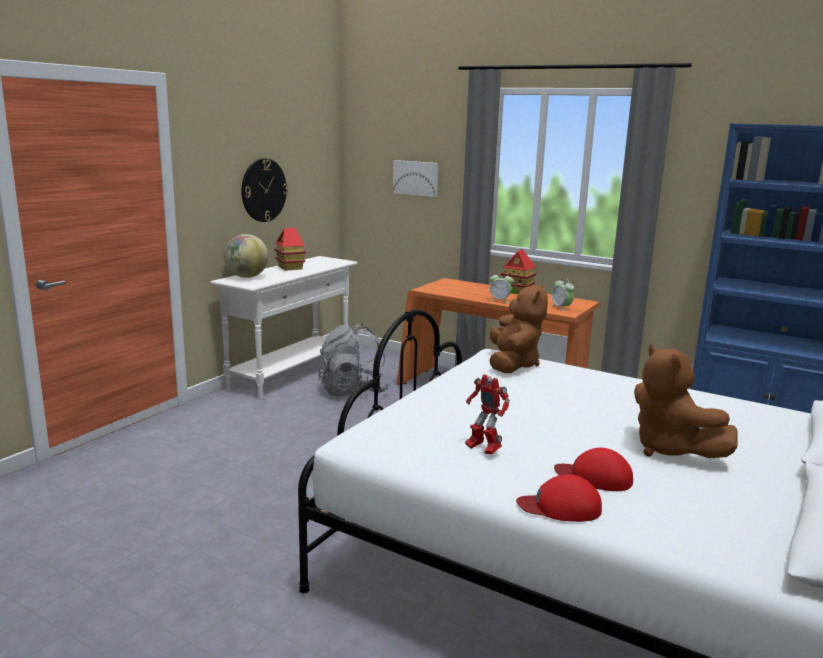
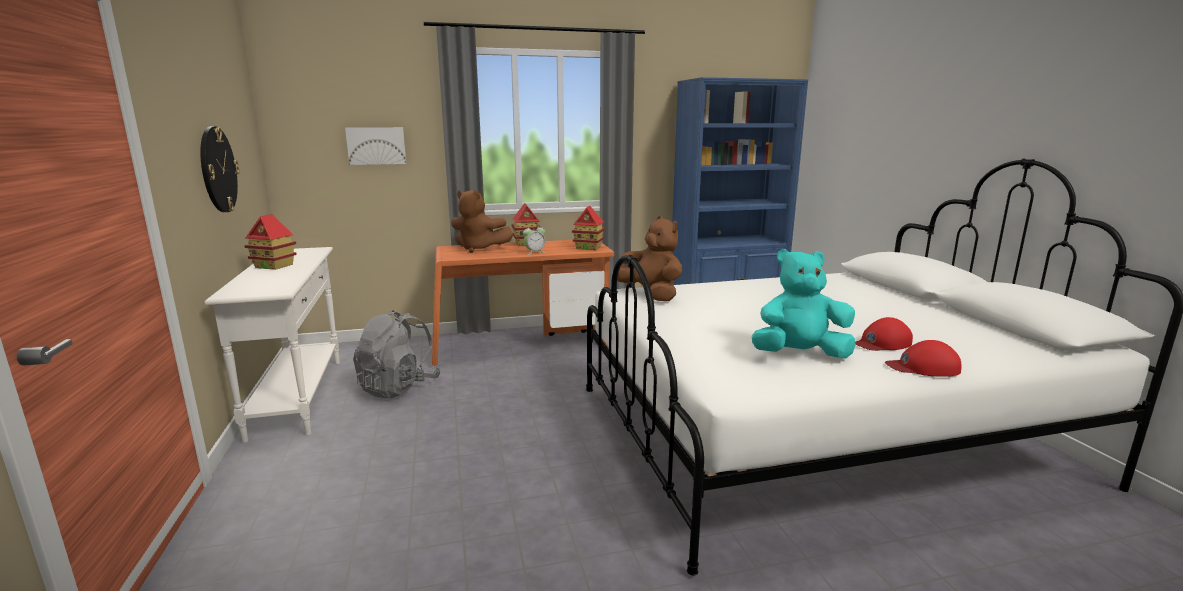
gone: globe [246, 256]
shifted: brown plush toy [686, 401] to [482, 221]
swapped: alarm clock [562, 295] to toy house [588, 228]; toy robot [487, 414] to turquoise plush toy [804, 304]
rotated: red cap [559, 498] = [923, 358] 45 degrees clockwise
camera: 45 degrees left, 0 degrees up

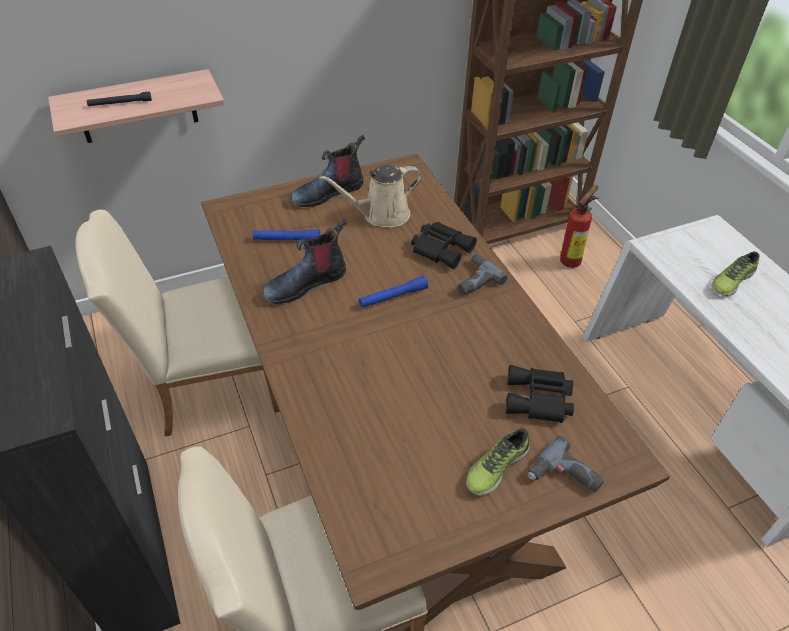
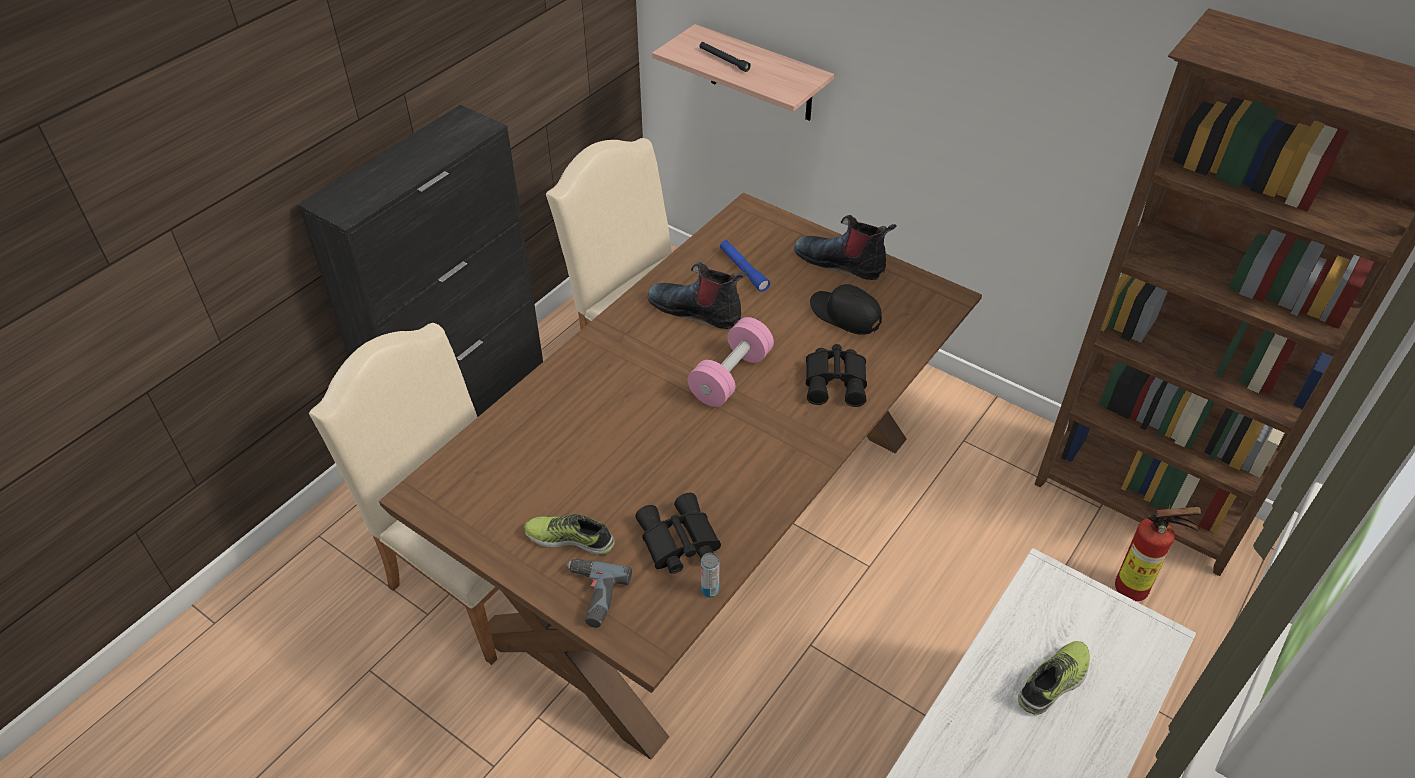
gone: power drill [483, 274]
new: can [710, 575]
swapped: beige watering can [370, 196] to black cap [846, 309]; blue flashlight [393, 292] to pink dumbbell [731, 362]
rotated: shoe [736, 274] = [1054, 677] 120 degrees clockwise
camera: 60 degrees right, 0 degrees up

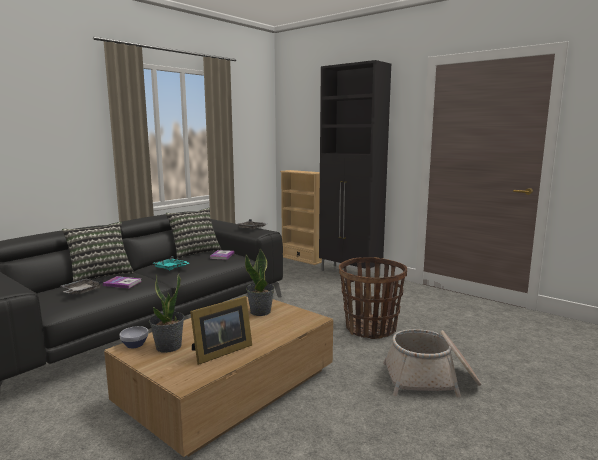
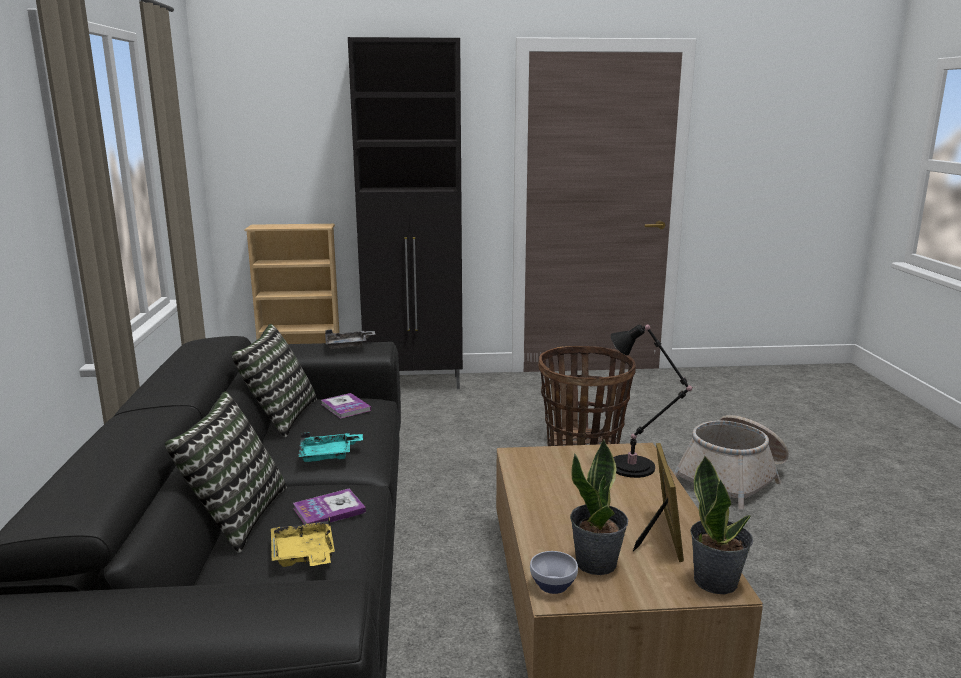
new: black table lamp [652, 401]
shifted: potted plant [260, 282] to [722, 525]
repainted: grey tray [82, 287] to yellow tray [303, 542]
camera: 45 degrees left, 5 degrees up

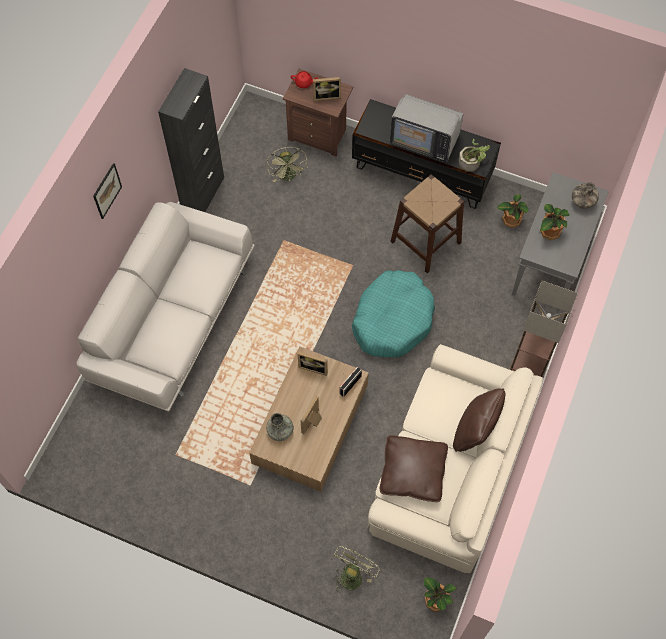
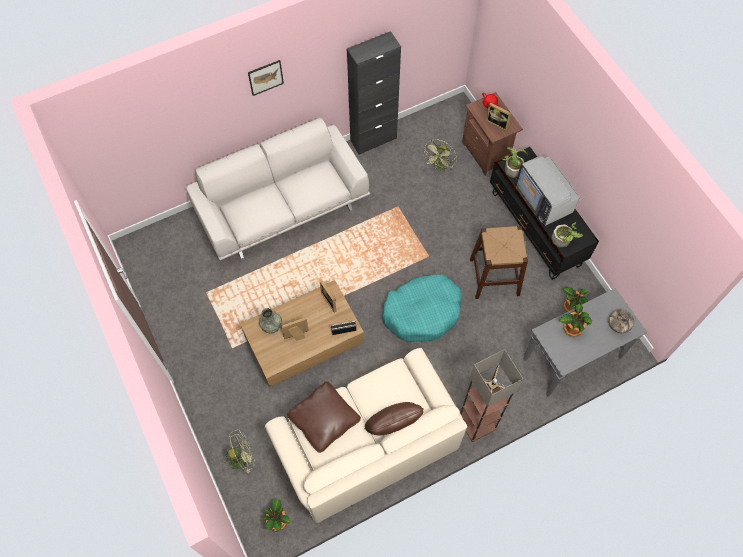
new: potted plant [515, 162]
camera: 40 degrees right, 0 degrees up

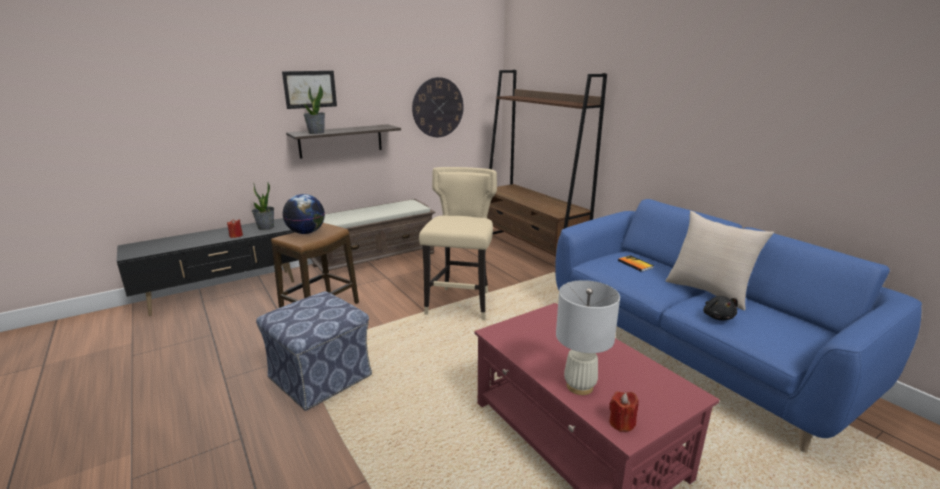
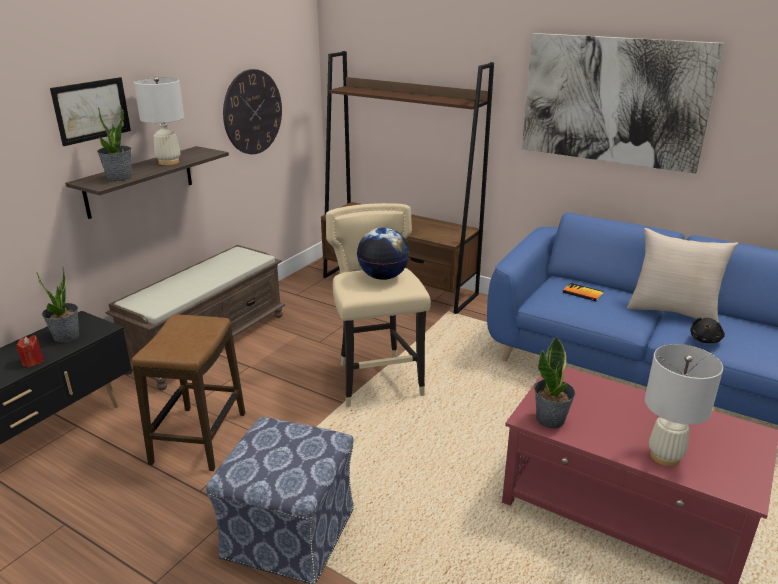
gone: red candle [624, 411]
new: picture [623, 103]; white table lamp [159, 121]; potted plant [554, 382]
shifted: globe [304, 214] to [383, 253]
rotated: black plush toy [720, 308] = [707, 330] 60 degrees clockwise
camera: 25 degrees left, 5 degrees up

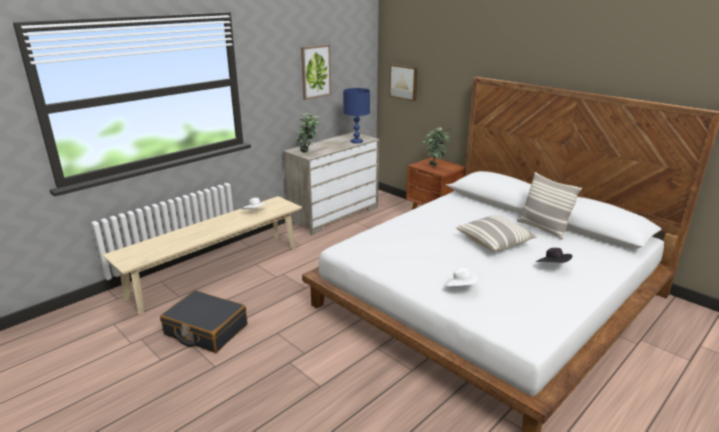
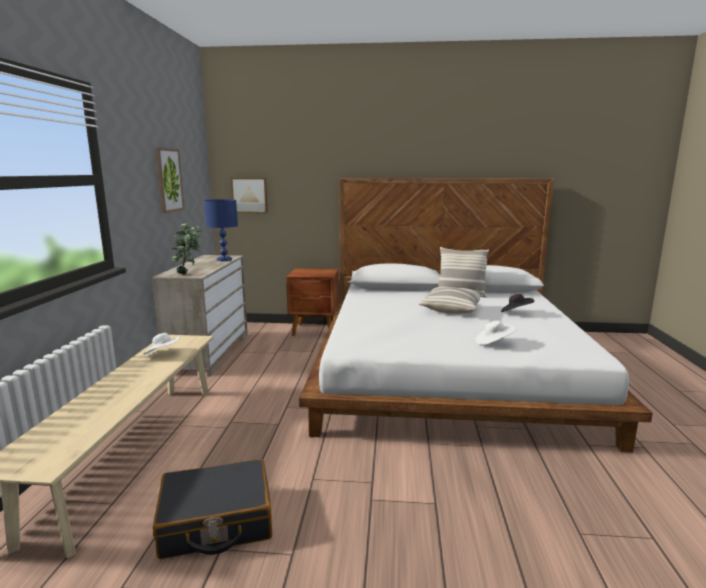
gone: potted plant [437, 146]
camera: 40 degrees left, 10 degrees down

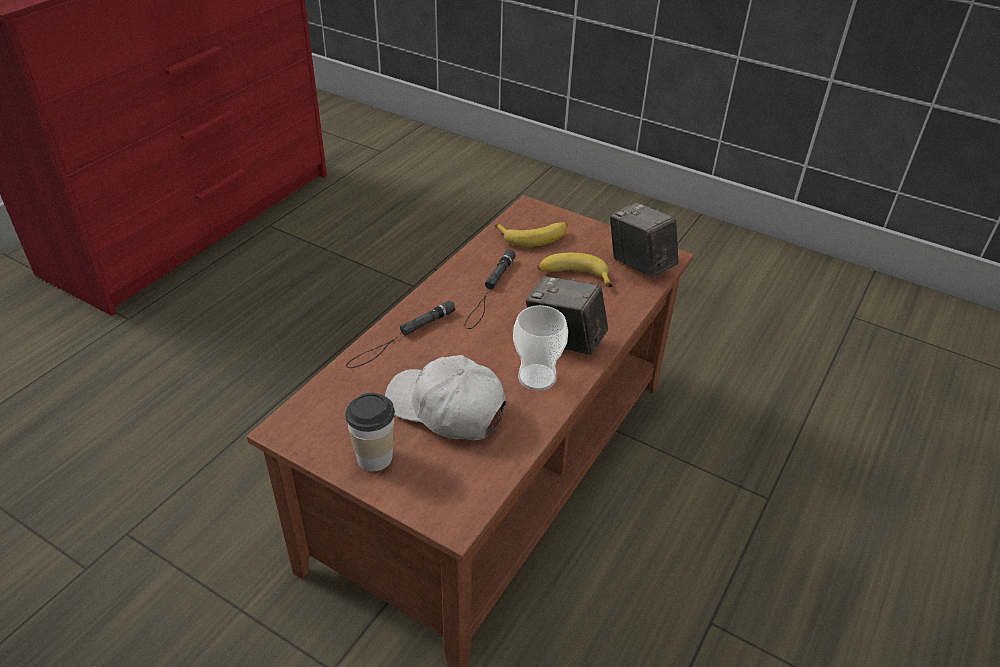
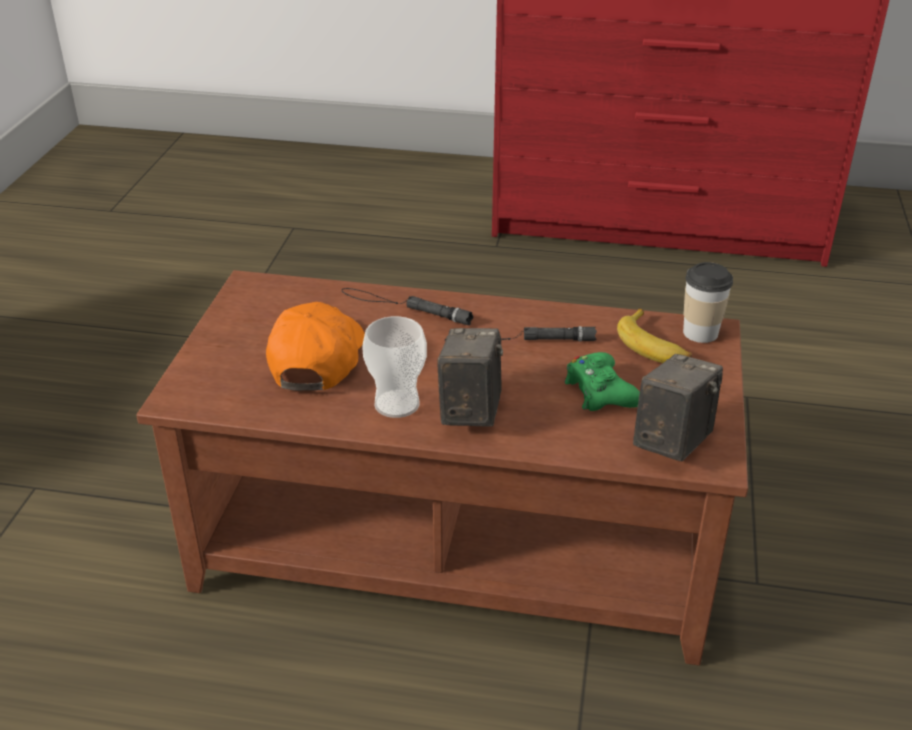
shifted: cup [370, 432] to [708, 302]
swapped: banana [575, 270] to green game controller [602, 381]
repainted: white cap [446, 398] to orange cap [315, 346]
camera: 70 degrees right, 5 degrees down

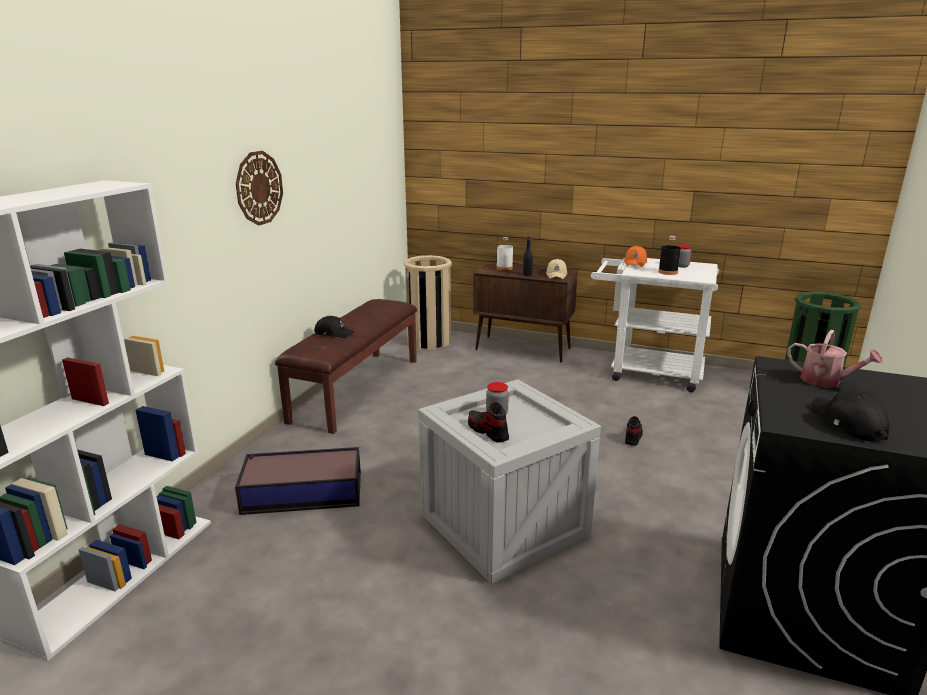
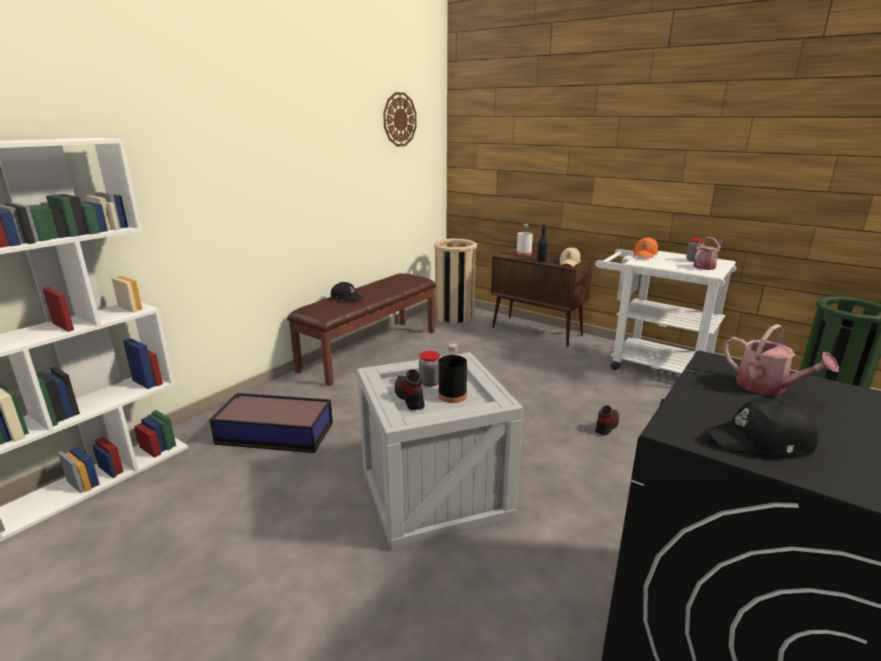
new: watering can [710, 253]
shifted: wall clock [259, 188] to [400, 119]; black bottle [669, 255] to [452, 373]
rotated: black cap [850, 415] = [762, 426] 90 degrees counterclockwise
camera: 15 degrees right, 0 degrees up

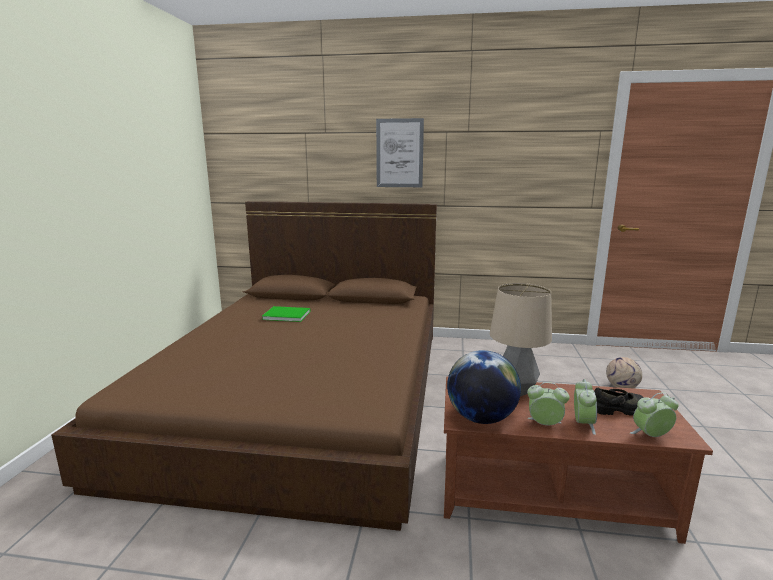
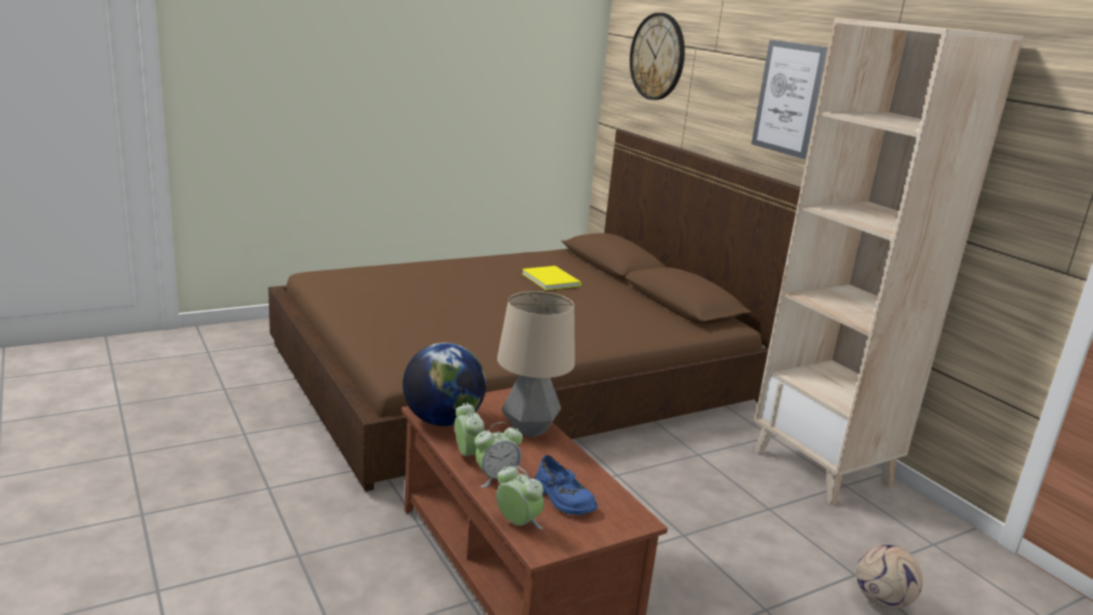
new: wall clock [657, 56]; beige bookcase [889, 261]
repainted: green book [286, 314] to yellow book [551, 278]; black shoe [619, 401] to blue shoe [566, 485]
camera: 50 degrees right, 5 degrees up

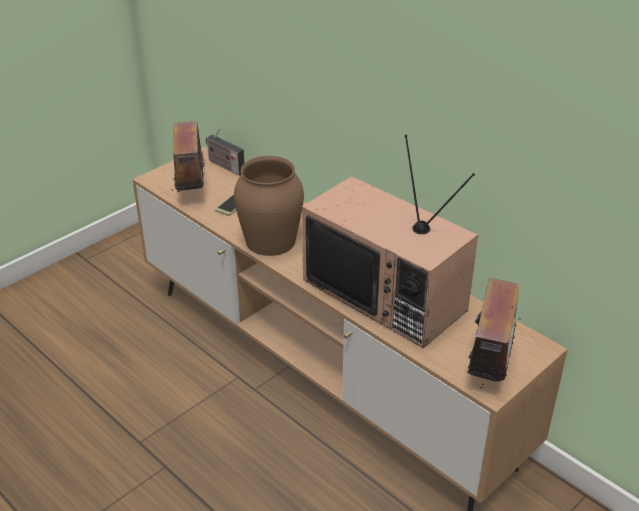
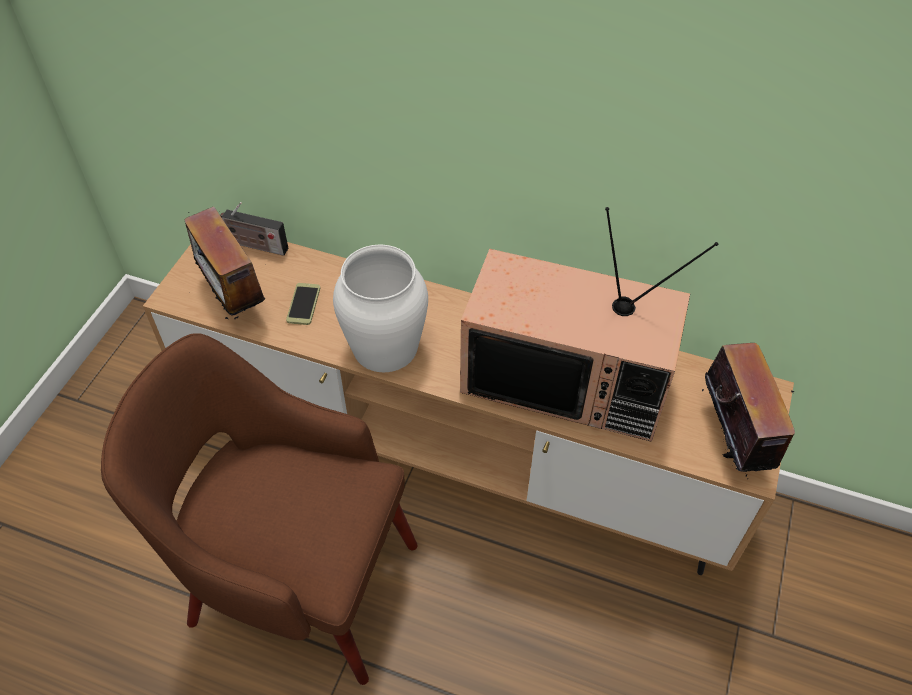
new: brown armchair [259, 509]
repainted: brown vase [269, 206] to white vase [380, 308]
camera: 25 degrees left, 15 degrees up

